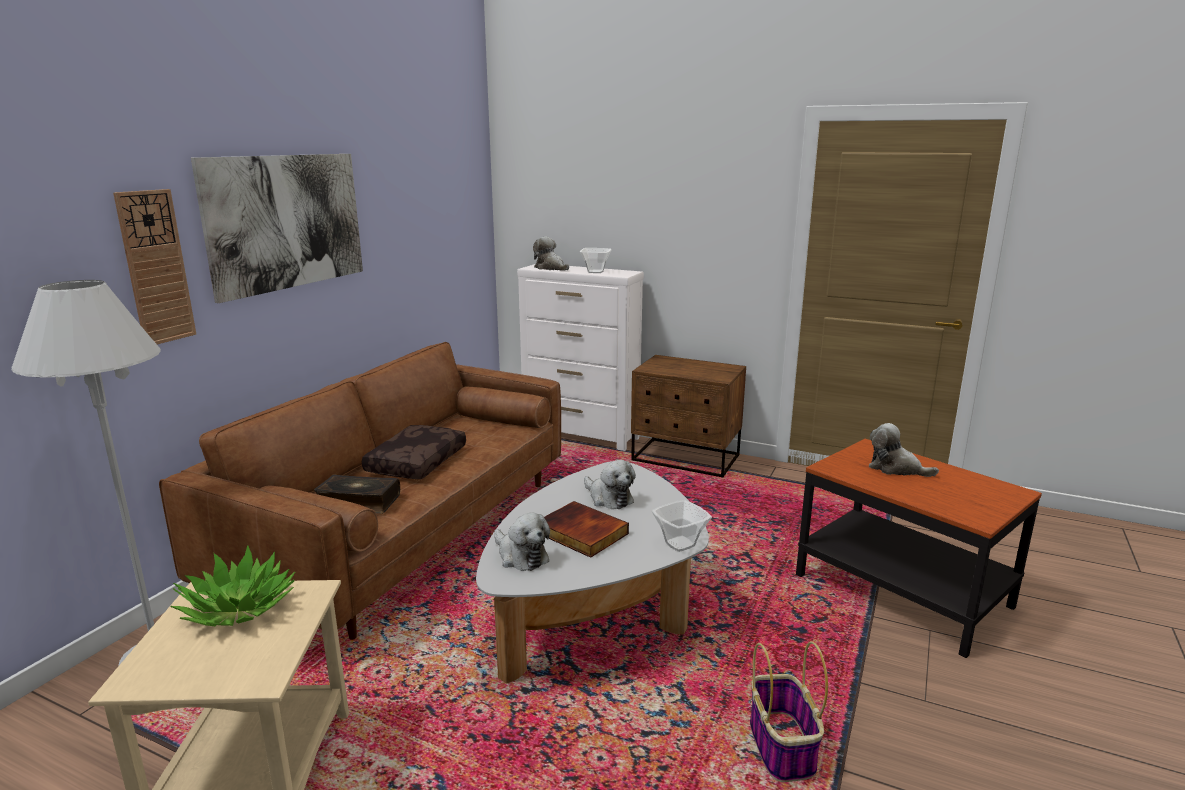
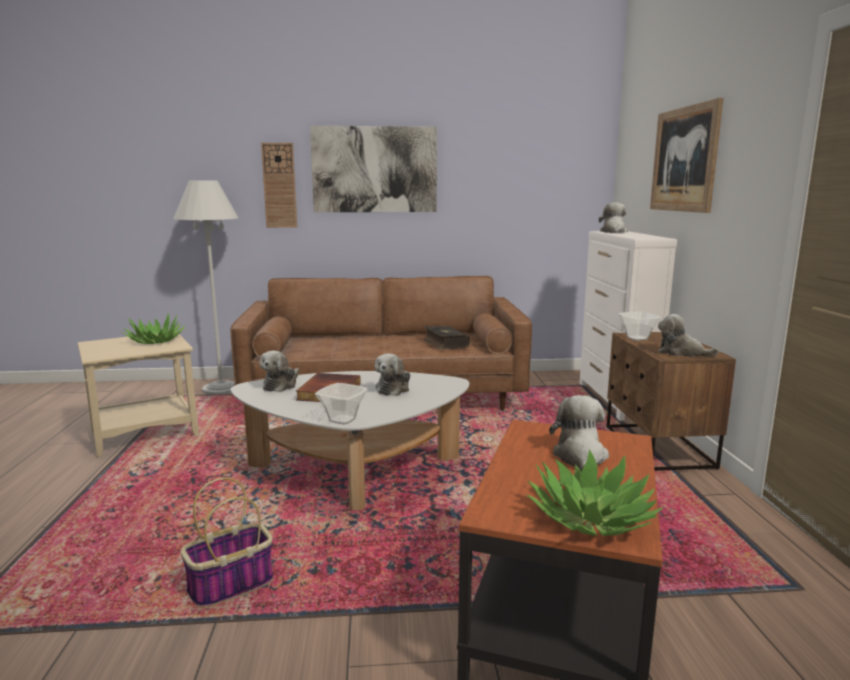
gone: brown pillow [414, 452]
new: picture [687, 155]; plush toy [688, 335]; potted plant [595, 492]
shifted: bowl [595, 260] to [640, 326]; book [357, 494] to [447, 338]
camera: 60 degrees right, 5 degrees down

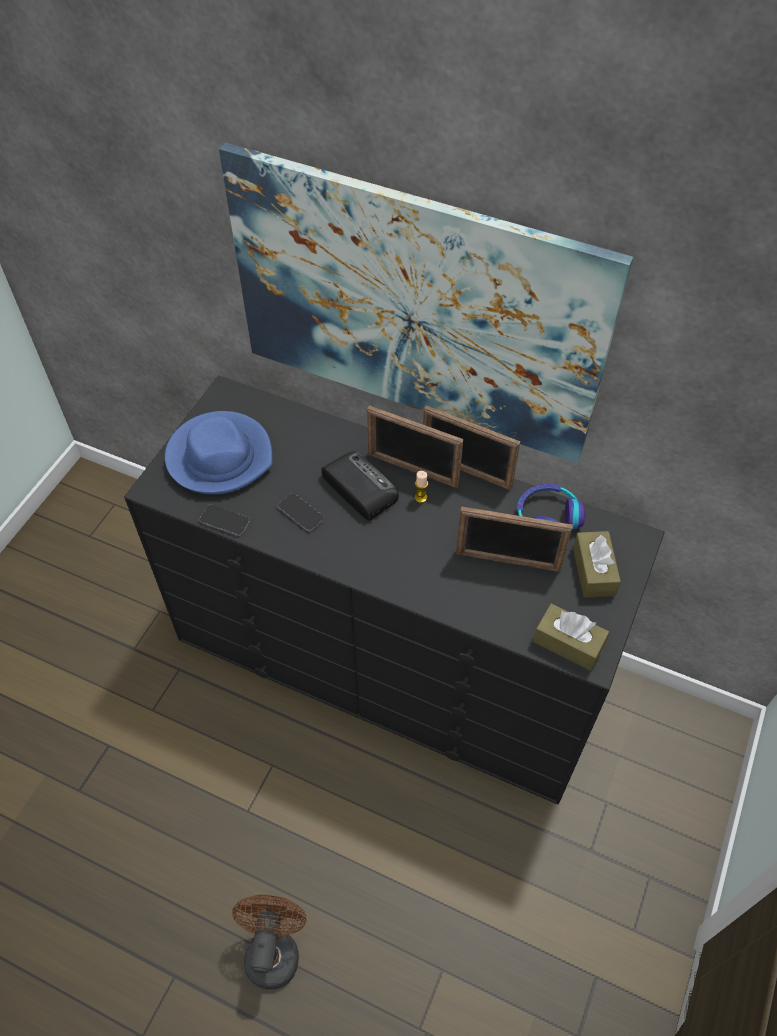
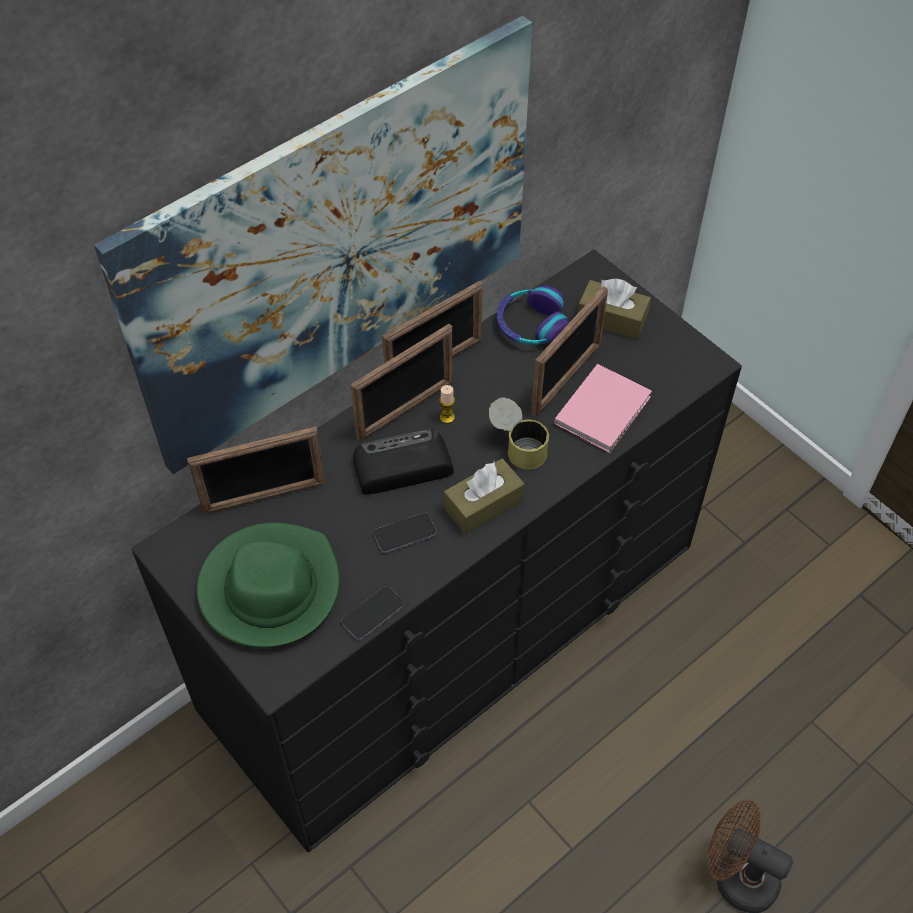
new: pink book [603, 408]; can [519, 433]; picture frame [256, 470]
shifted: brown tissue box [571, 637] to [484, 496]
repainted: blue hat [219, 453] to green hat [268, 585]
camera: 65 degrees left, 0 degrees up

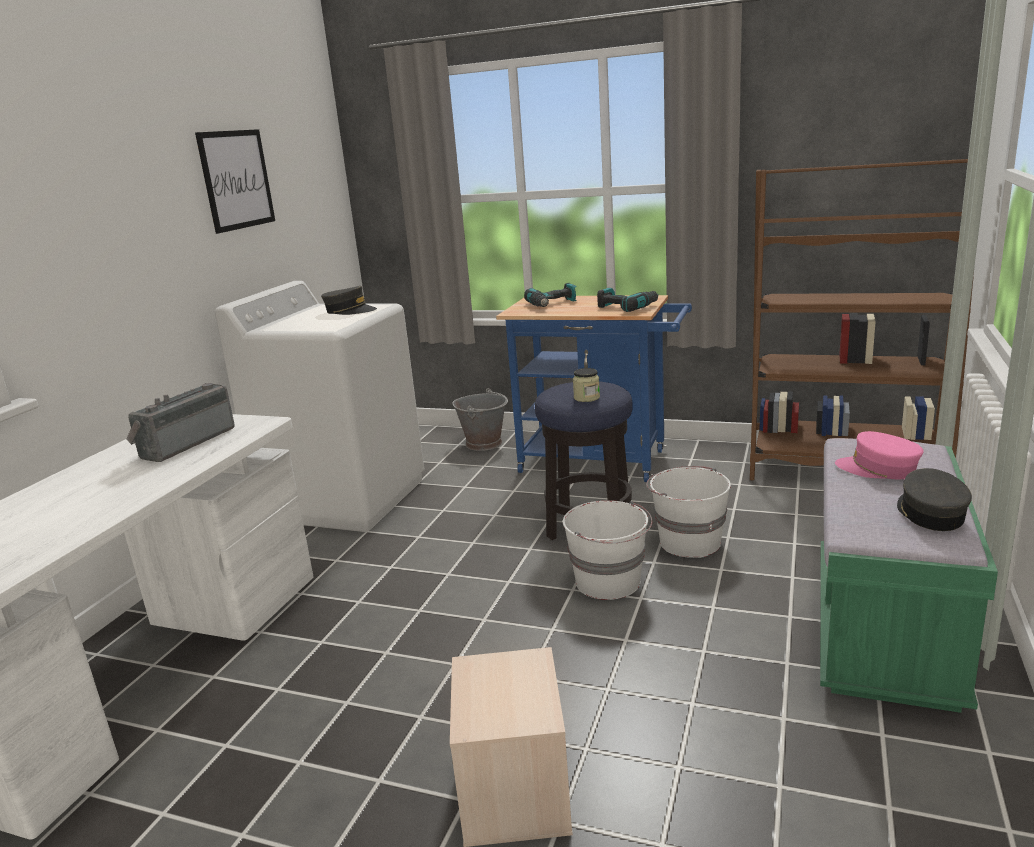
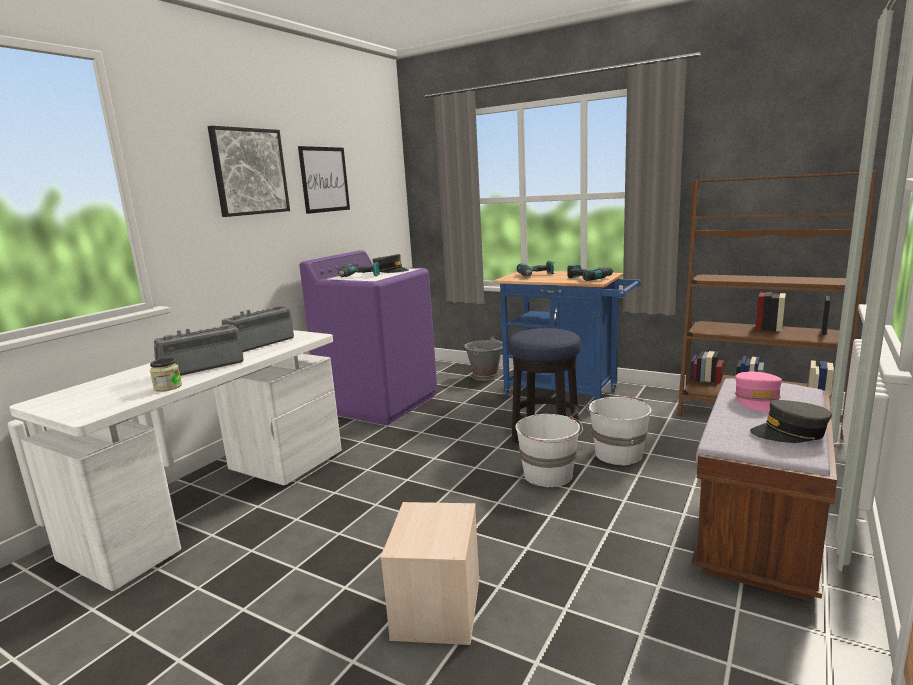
new: picture [249, 171]; power drill [359, 269]; radio [199, 350]
shifted: jar [586, 385] to [166, 375]
repainted: white washing machine [319, 406] to purple washing machine [368, 338]; green bench [909, 575] to brown bench [764, 490]
rotated: pink cap [879, 455] = [758, 391] 120 degrees counterclockwise; grey cap [934, 499] = [791, 421] 105 degrees counterclockwise
camera: 10 degrees right, 5 degrees down

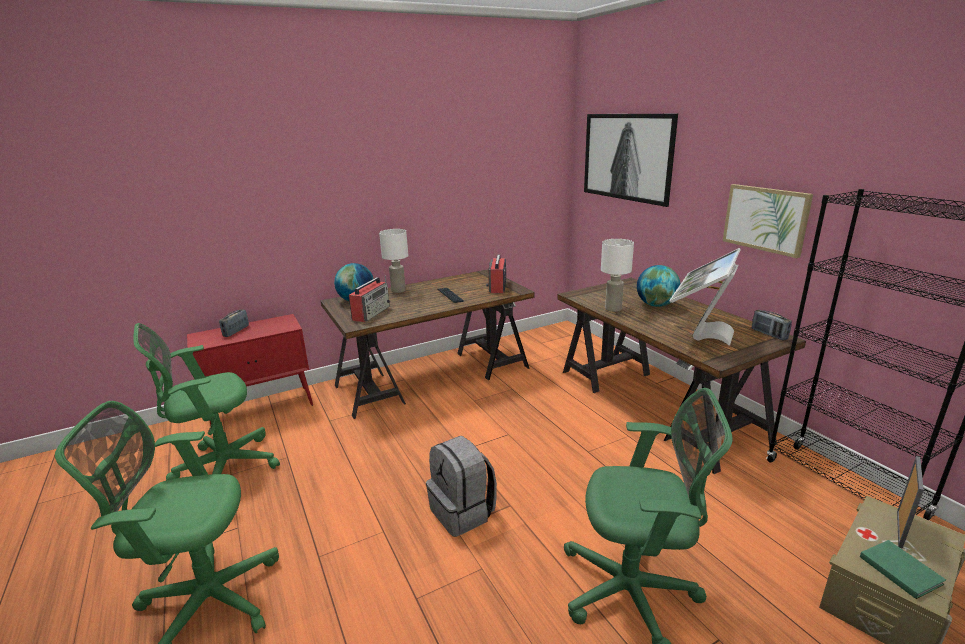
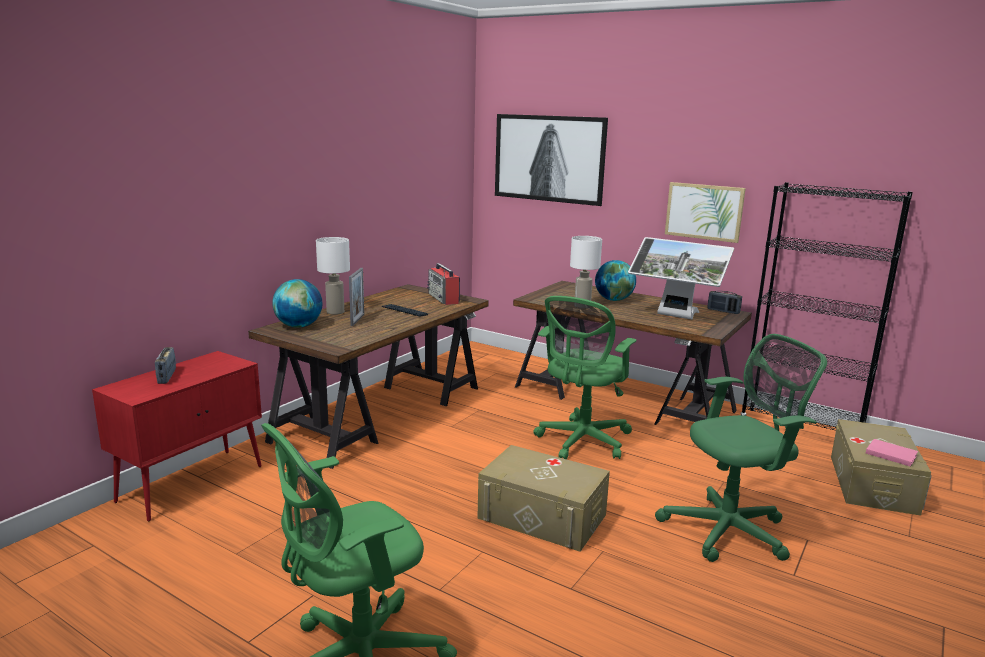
gone: radio [369, 299]
shifted: green office chair [206, 401] to [585, 377]; picture frame [910, 502] to [356, 297]
swapped: grey backpack [461, 486] to beige storage box [543, 498]
repainted: green book [903, 569] to pink book [892, 453]
rotated: monitor [705, 297] = [681, 278] 60 degrees counterclockwise
camera: 30 degrees left, 5 degrees down

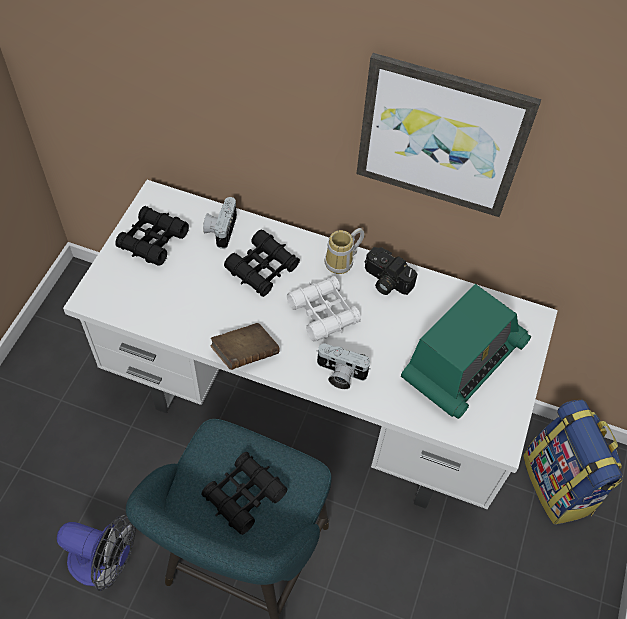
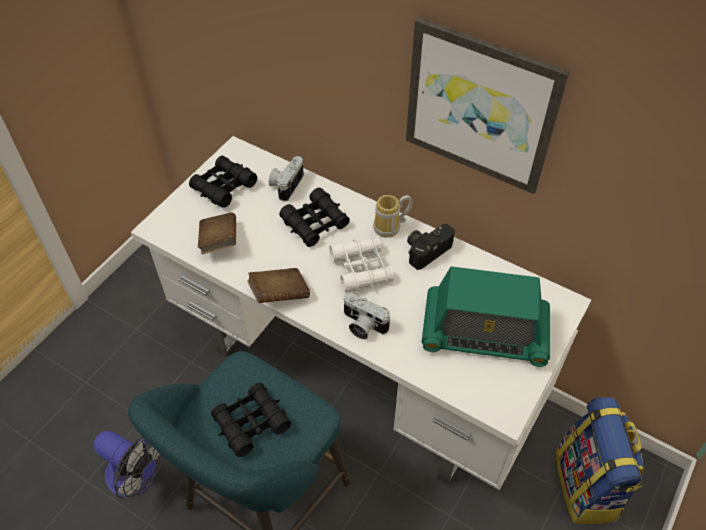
new: brown book [217, 233]
rotated: photo camera [391, 271] = [431, 247] 90 degrees clockwise; radio [466, 351] = [486, 316] 45 degrees clockwise
camera: 15 degrees right, 5 degrees down

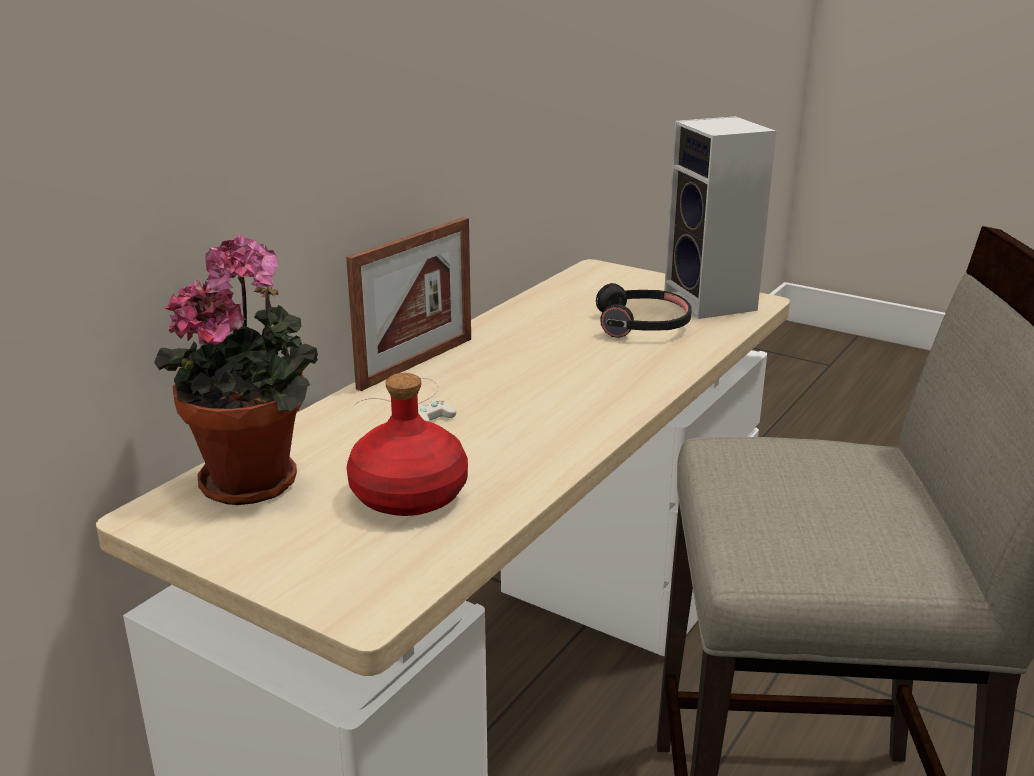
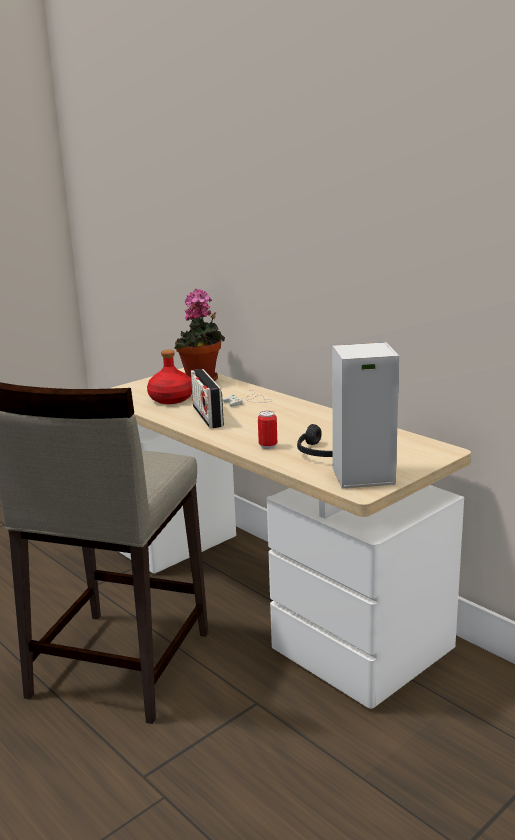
gone: picture frame [408, 304]
new: radio [207, 398]; can [267, 430]
camera: 105 degrees right, 5 degrees down

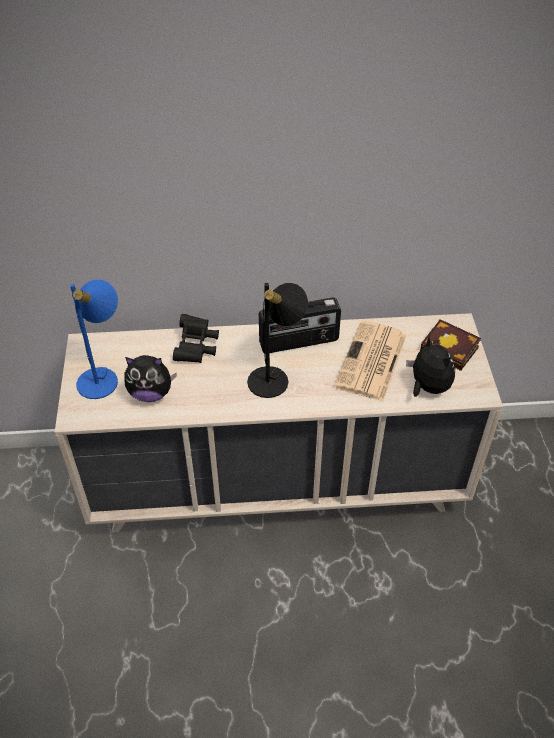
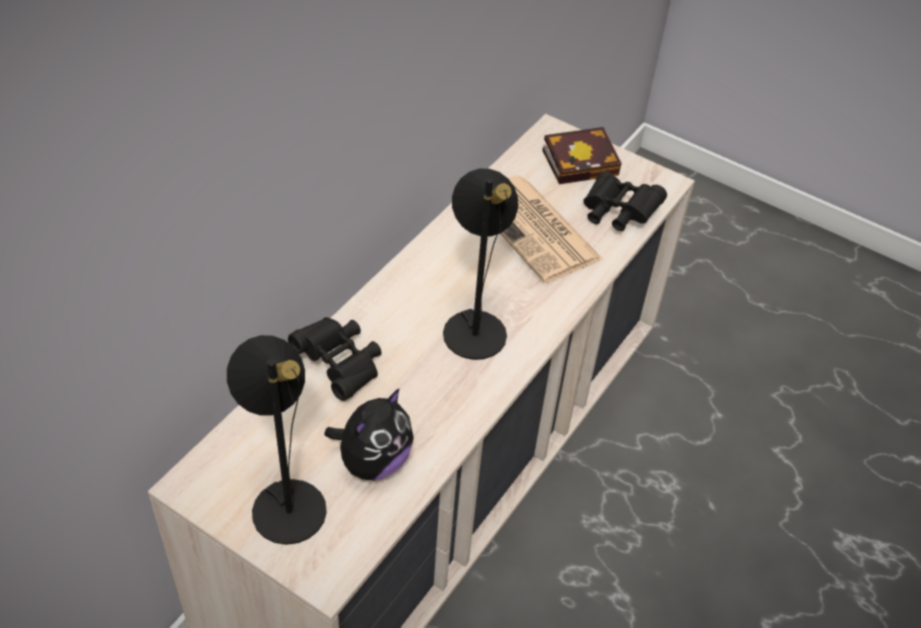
gone: radio [300, 325]
swapped: plush toy [430, 366] to black binoculars [625, 201]
repainted: blue table lamp [94, 339] to black table lamp [277, 440]
camera: 55 degrees left, 0 degrees up

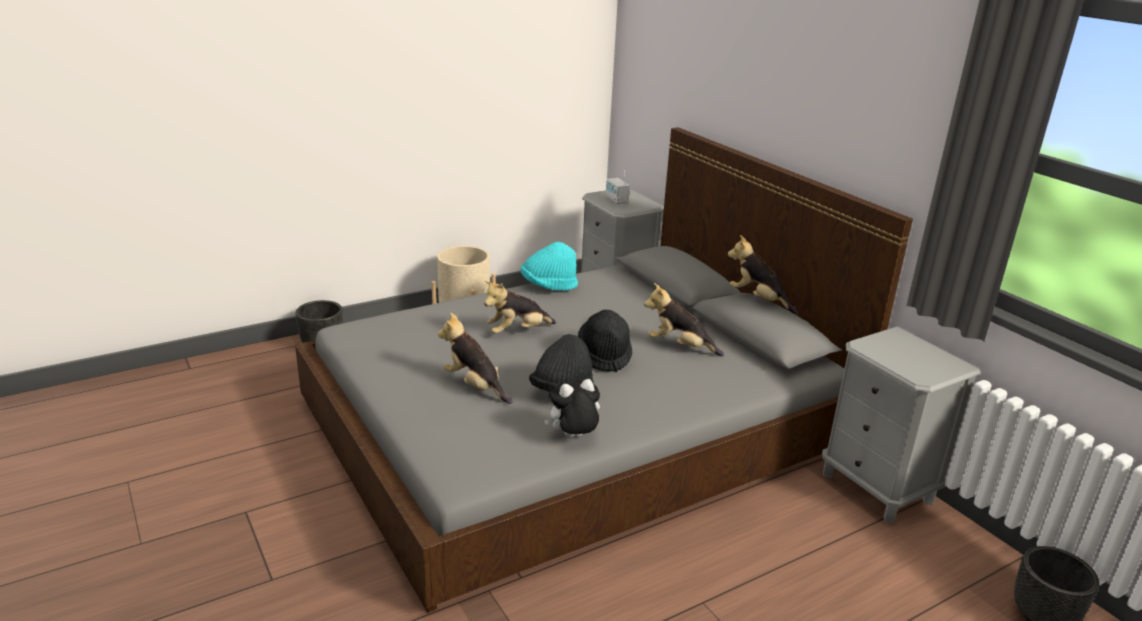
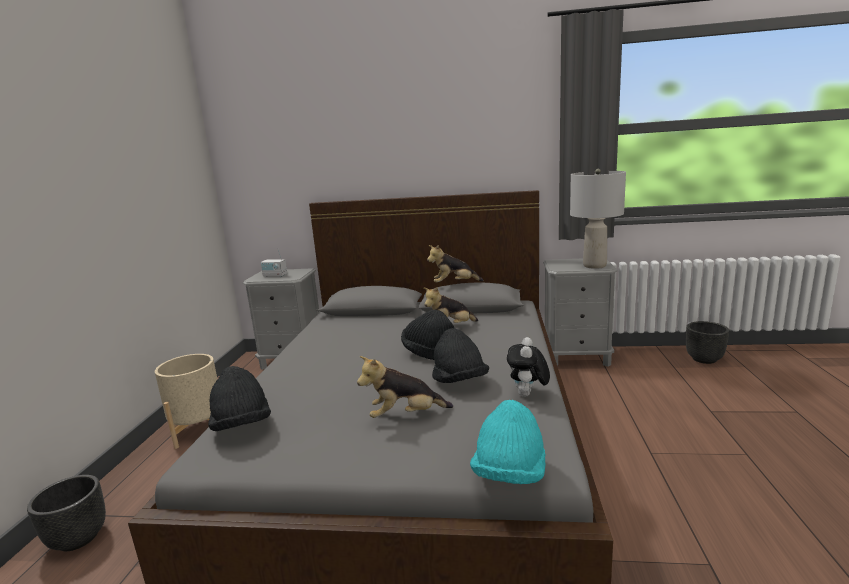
gone: plush toy [520, 307]
new: grey table lamp [598, 219]; black hat [239, 398]
shifted: turquoise hat [549, 266] to [507, 442]
camera: 50 degrees left, 10 degrees down

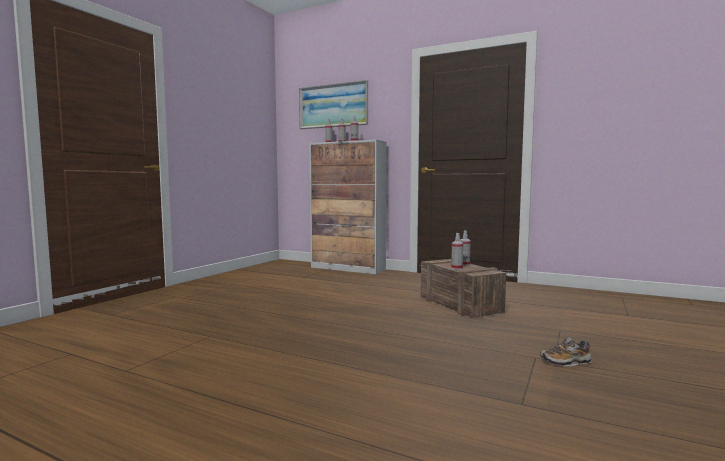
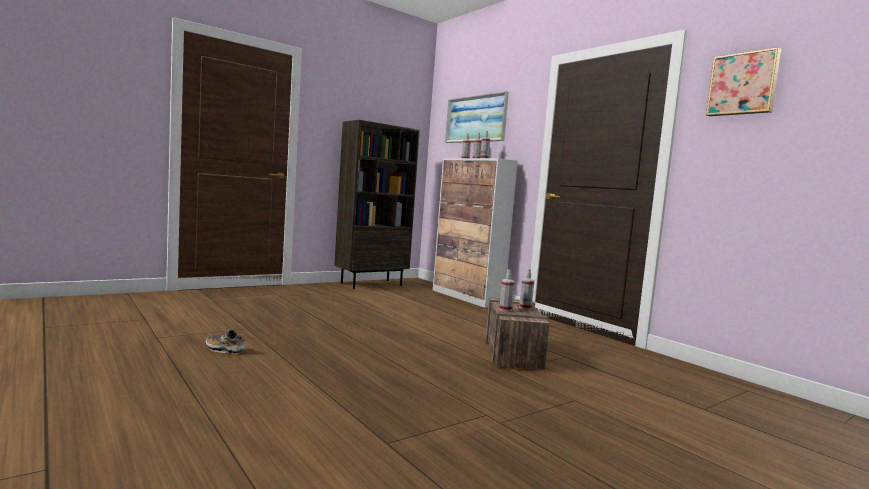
new: picture [743, 81]; brown bookcase [377, 204]
shifted: shoe [566, 351] to [225, 341]
camera: 25 degrees right, 0 degrees up

